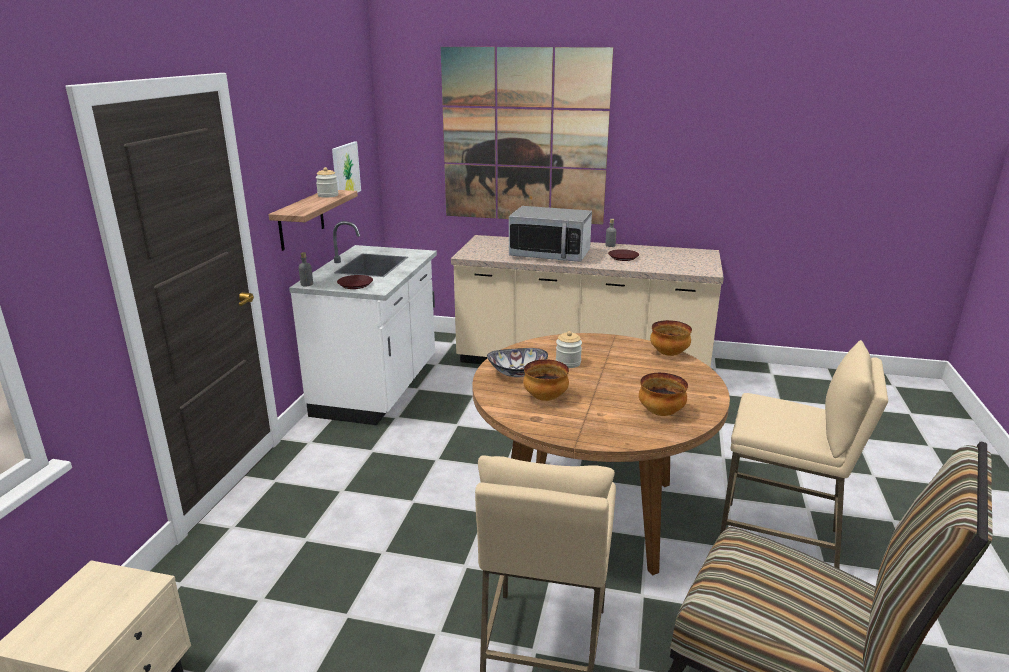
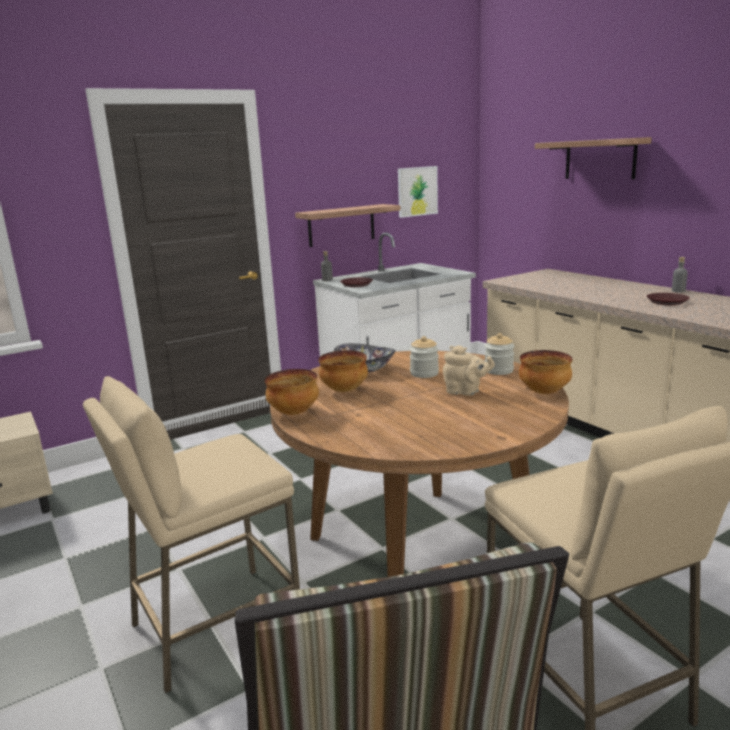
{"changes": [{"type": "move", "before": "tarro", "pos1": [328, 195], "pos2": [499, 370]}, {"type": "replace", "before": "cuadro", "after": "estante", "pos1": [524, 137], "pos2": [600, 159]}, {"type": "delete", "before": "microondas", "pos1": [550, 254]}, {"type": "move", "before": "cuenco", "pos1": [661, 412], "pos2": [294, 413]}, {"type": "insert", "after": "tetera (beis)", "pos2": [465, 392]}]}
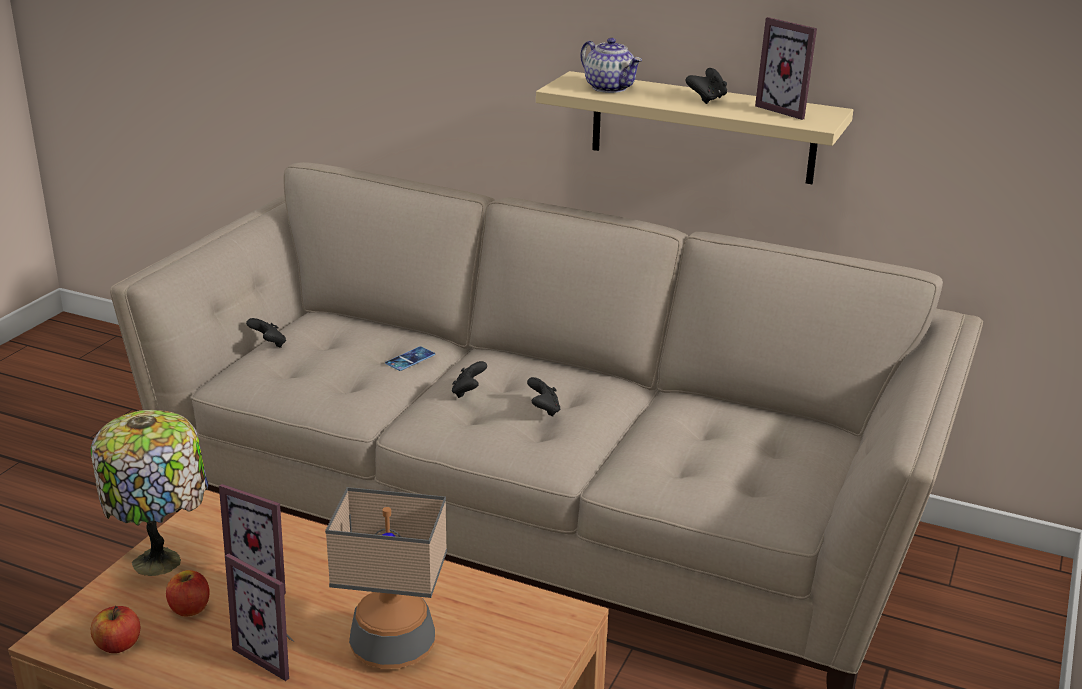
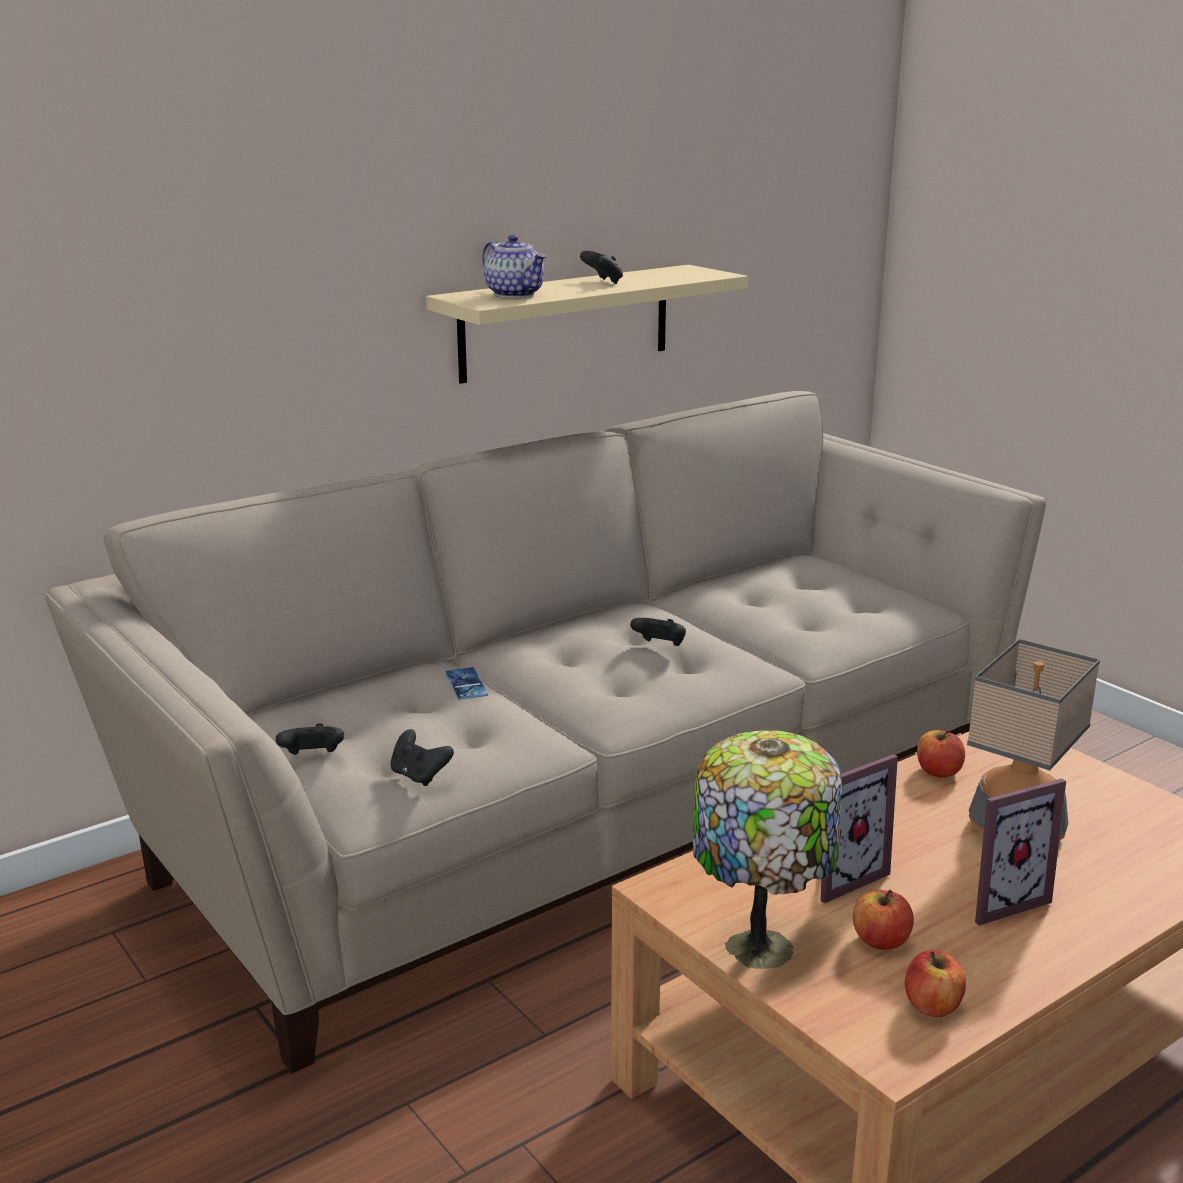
{"changes": [{"type": "move", "before": "mando de consola (negro)", "pos1": [468, 392], "pos2": [419, 776]}, {"type": "rotate", "before": "tetera", "pos1": [610, 88], "pos2": [515, 294], "turn": 60}, {"type": "delete", "before": "portarretratos", "pos1": [788, 110]}, {"type": "insert", "after": "manzana", "pos2": [938, 771]}]}
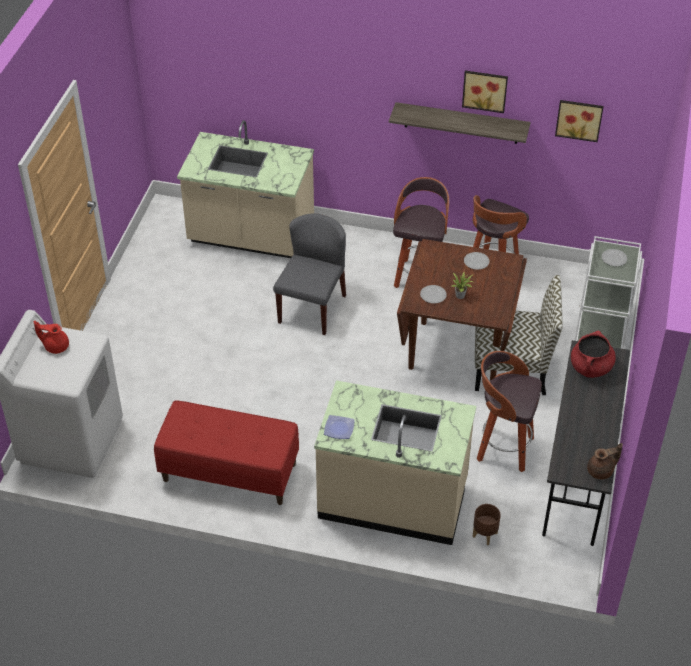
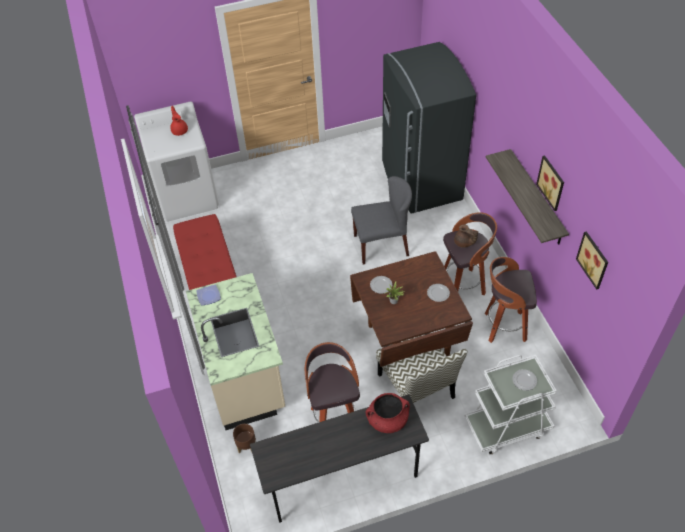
{"changes": [{"type": "replace", "before": "mueble bajo de cocina (beis)", "after": "nevera (gris)", "pos1": [251, 237], "pos2": [419, 181]}, {"type": "move", "before": "tetera (marrón)", "pos1": [601, 471], "pos2": [464, 243]}]}
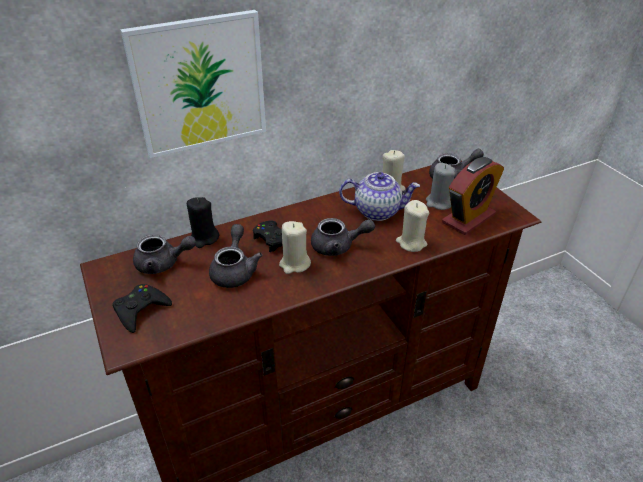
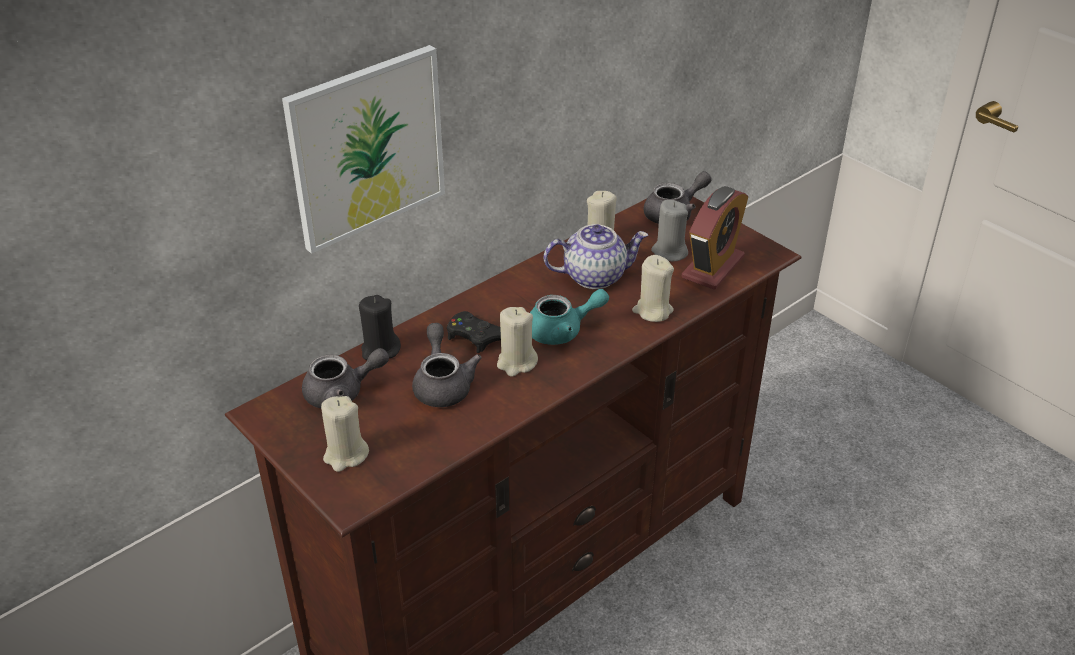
{"changes": [{"type": "replace", "before": "mando de consola (negro)", "after": "vela (beis)", "pos1": [141, 310], "pos2": [345, 455]}, {"type": "recolor", "before": "tetera (gris)", "after": "tetera (turquesa)", "pos1": [338, 246], "pos2": [563, 331]}]}
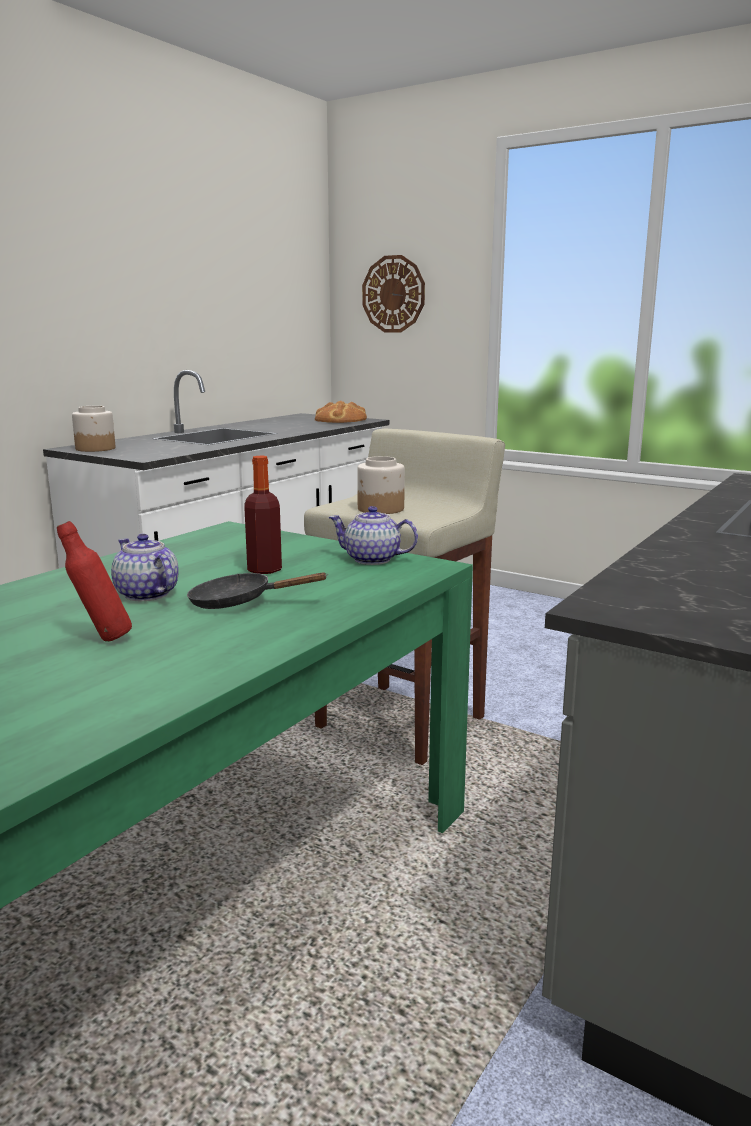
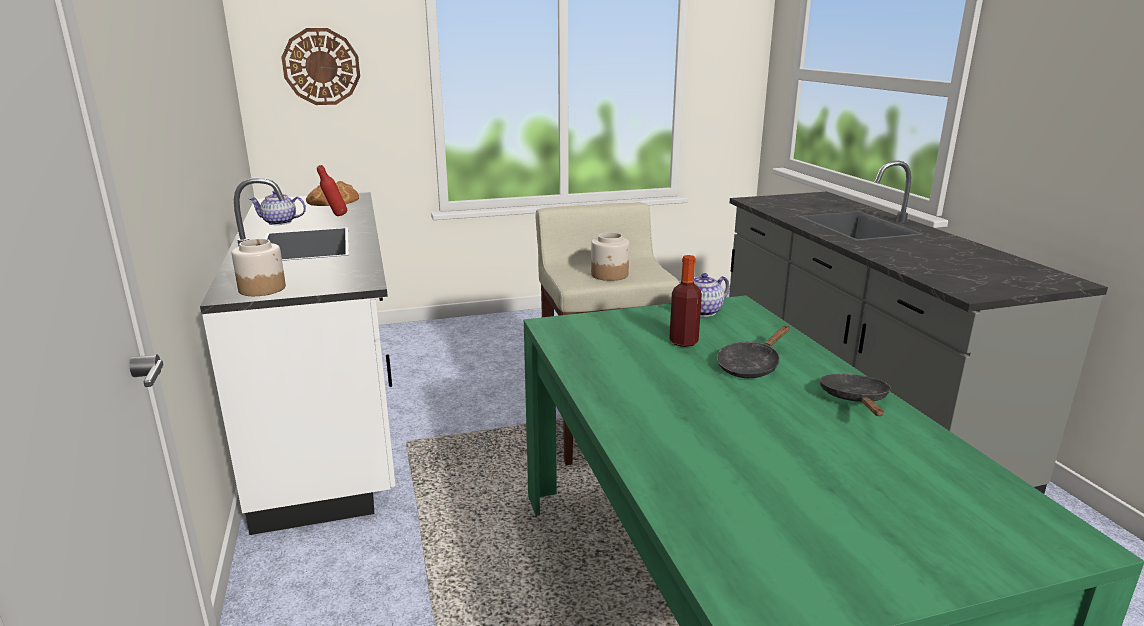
{"changes": [{"type": "move", "before": "botella (rojo)", "pos1": [101, 639], "pos2": [335, 216]}, {"type": "move", "before": "tetera", "pos1": [146, 595], "pos2": [280, 222]}, {"type": "insert", "after": "sartén (negro)", "pos2": [855, 400]}]}
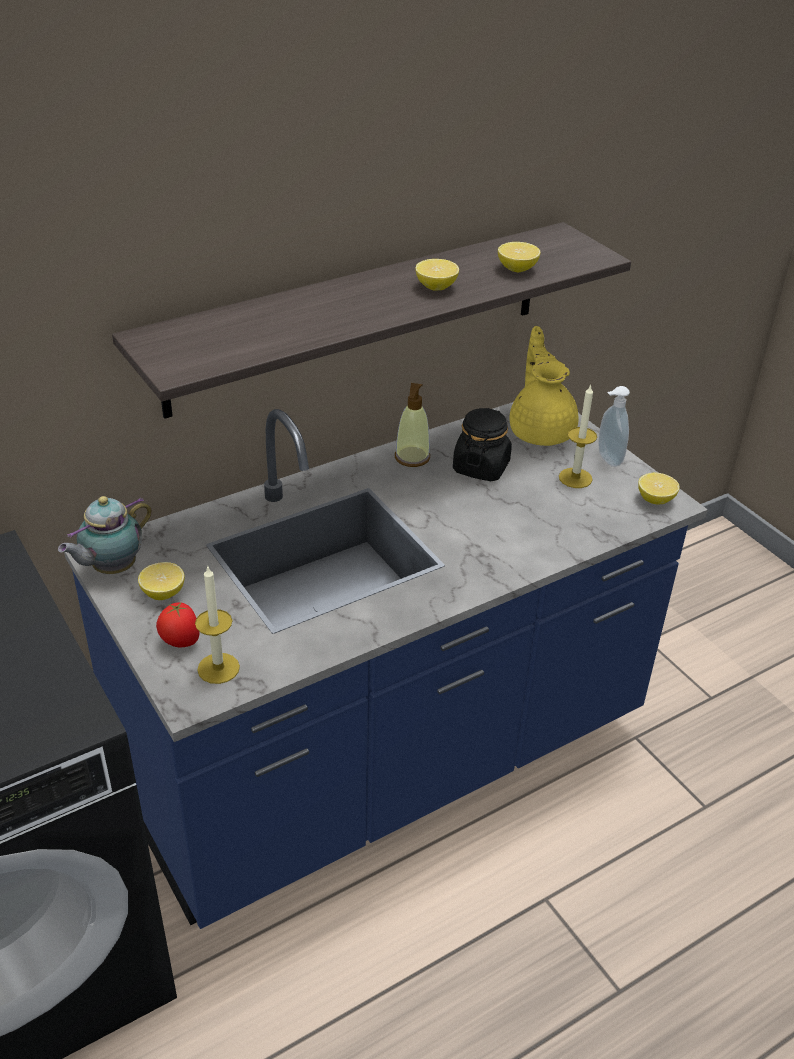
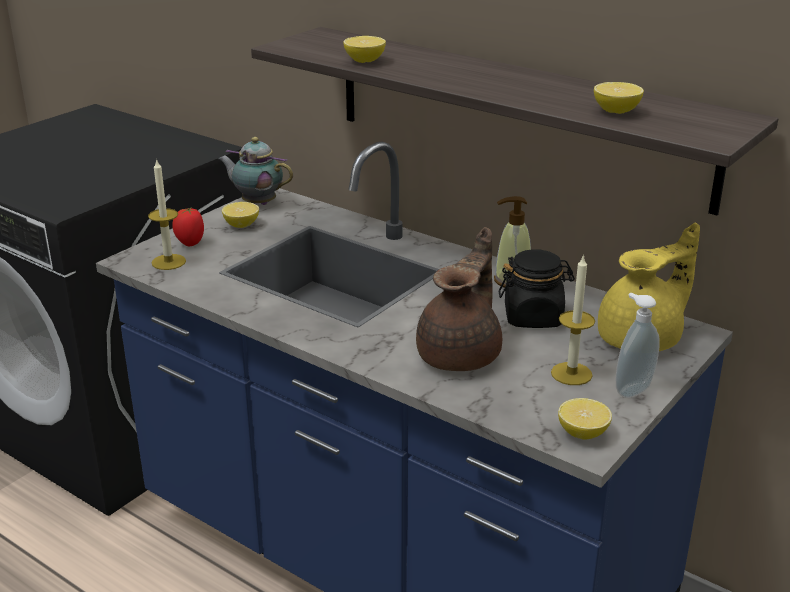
{"changes": [{"type": "move", "before": "limón", "pos1": [436, 287], "pos2": [364, 61]}, {"type": "insert", "after": "tetera (marrón)", "pos2": [461, 354]}]}
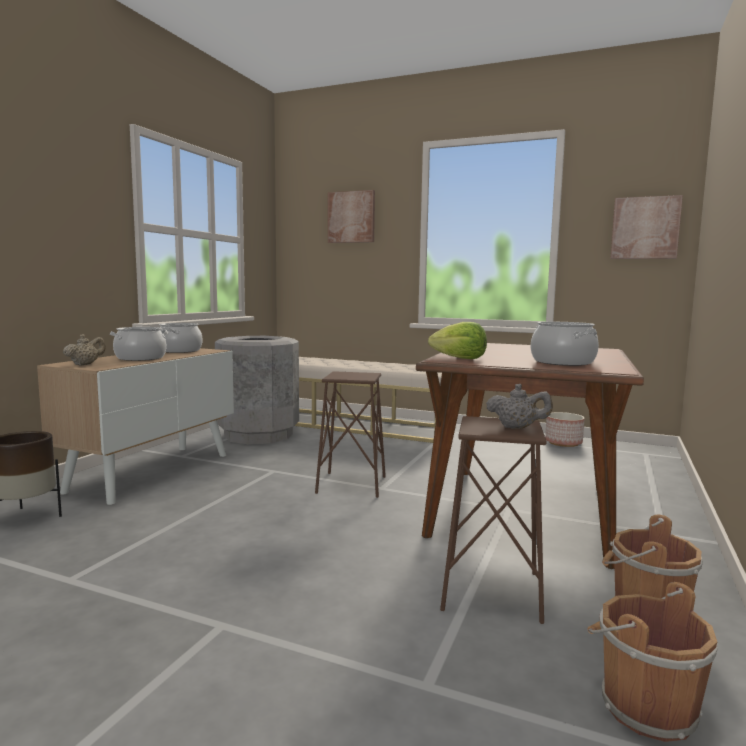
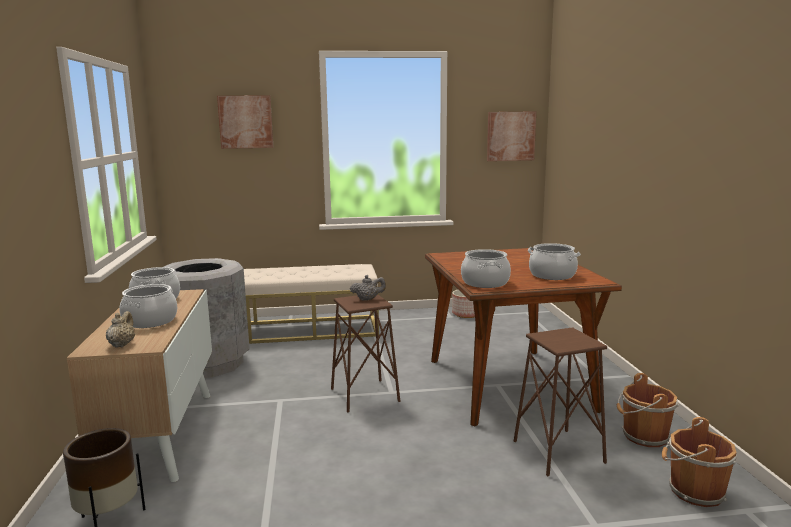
{"changes": [{"type": "replace", "before": "lechuga", "after": "olla", "pos1": [459, 358], "pos2": [485, 283]}, {"type": "move", "before": "tetera (gris)", "pos1": [517, 428], "pos2": [368, 299]}]}
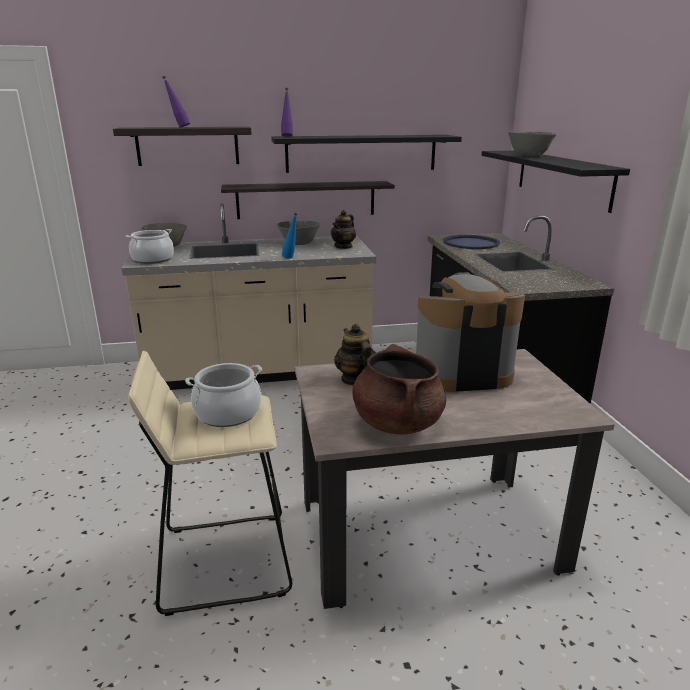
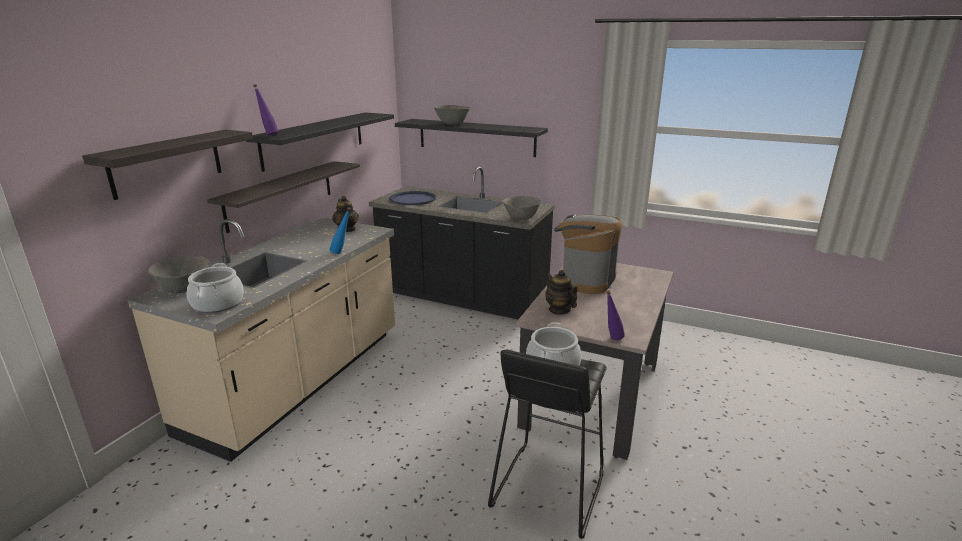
{"changes": [{"type": "recolor", "before": "taburete (beis)", "after": "taburete (negro)", "pos1": [224, 560], "pos2": [547, 489]}, {"type": "move", "before": "botella (morado)", "pos1": [178, 127], "pos2": [611, 340]}, {"type": "move", "before": "cuenco (gris)", "pos1": [299, 244], "pos2": [521, 218]}, {"type": "rotate", "before": "tetera", "pos1": [355, 379], "pos2": [559, 310], "turn": 45}, {"type": "delete", "before": "olla (marrón)", "pos1": [397, 423]}]}
